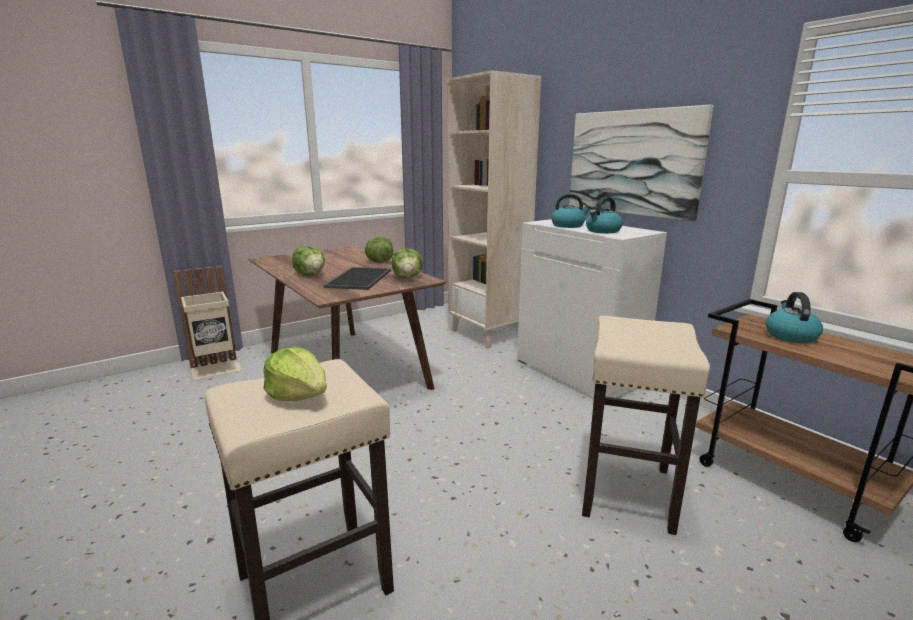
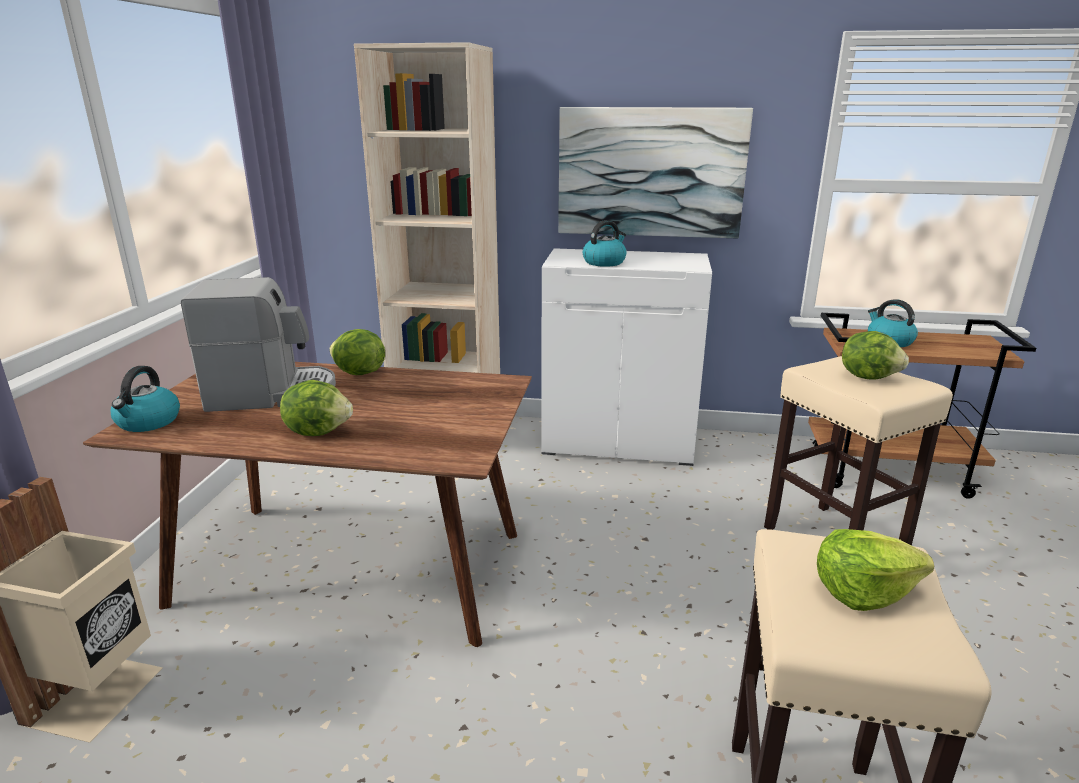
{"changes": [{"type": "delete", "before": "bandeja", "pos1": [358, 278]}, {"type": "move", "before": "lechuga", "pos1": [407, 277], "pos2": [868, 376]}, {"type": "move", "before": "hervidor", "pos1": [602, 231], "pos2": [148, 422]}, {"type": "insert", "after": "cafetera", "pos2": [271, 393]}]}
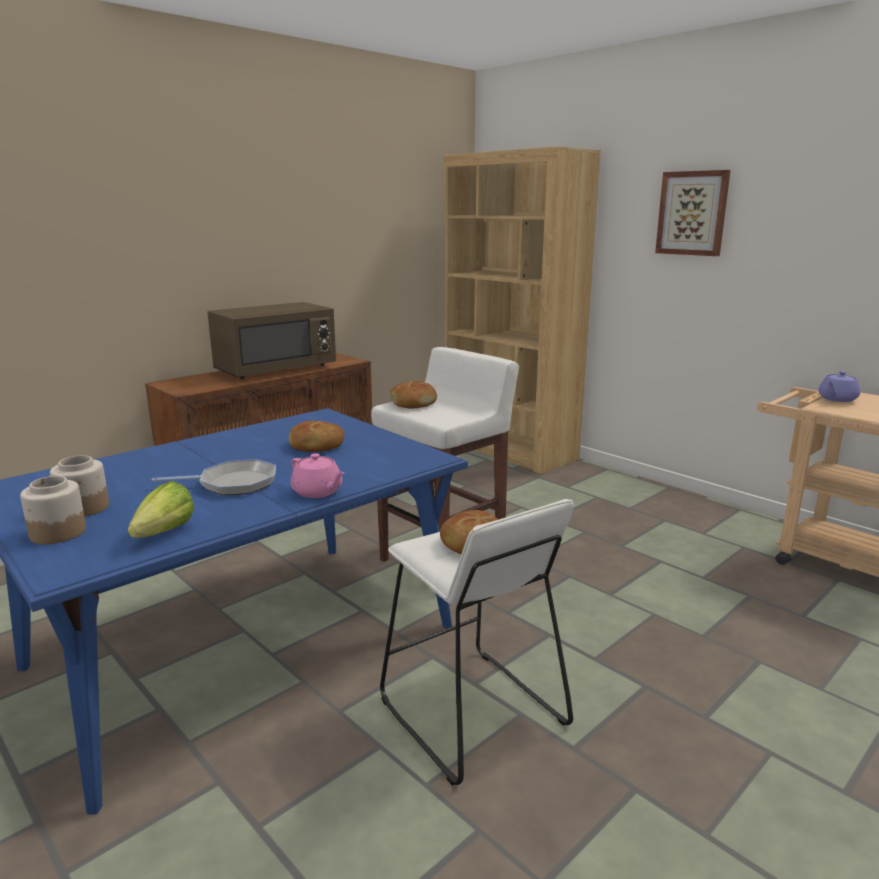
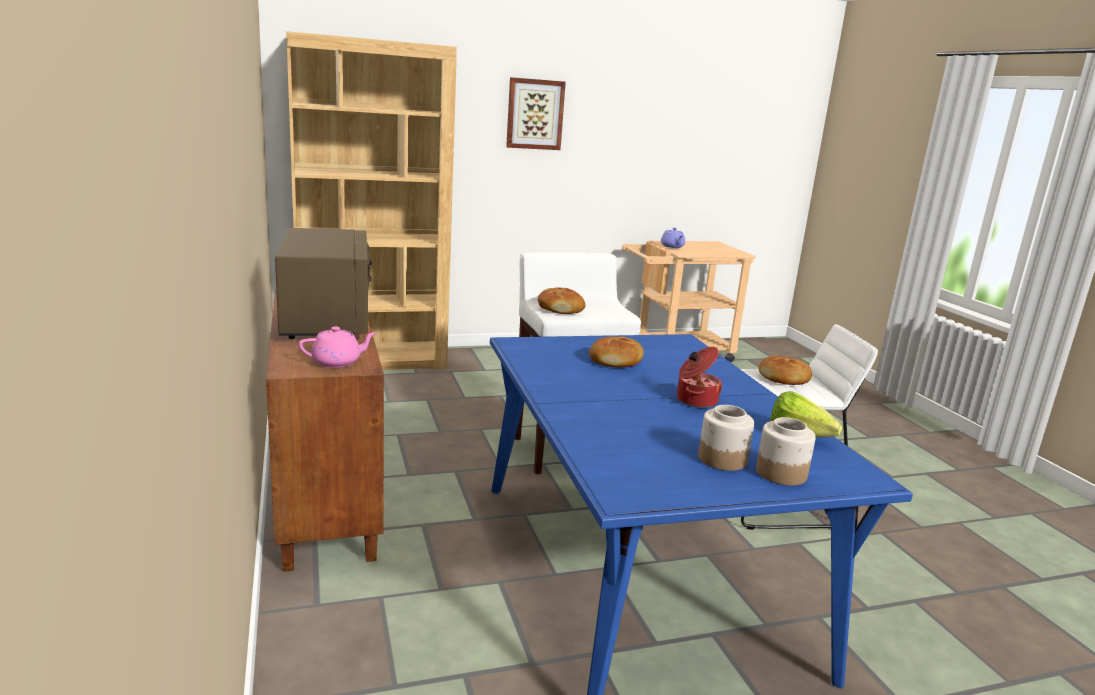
{"changes": [{"type": "replace", "before": "sartén", "after": "olla", "pos1": [233, 484], "pos2": [695, 400]}, {"type": "move", "before": "tetera (rosa)", "pos1": [318, 492], "pos2": [338, 362]}]}
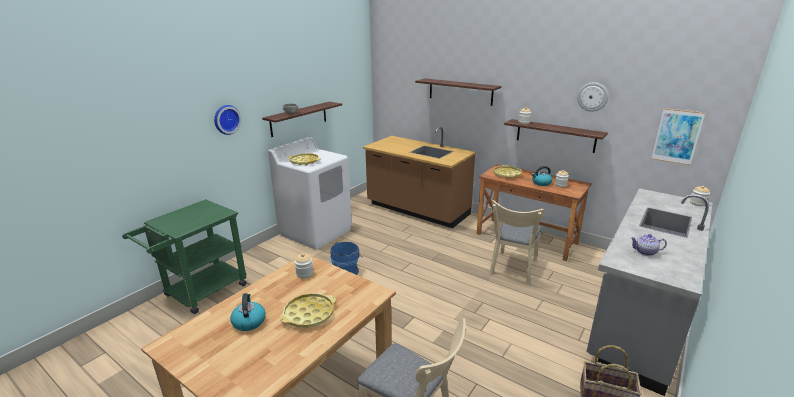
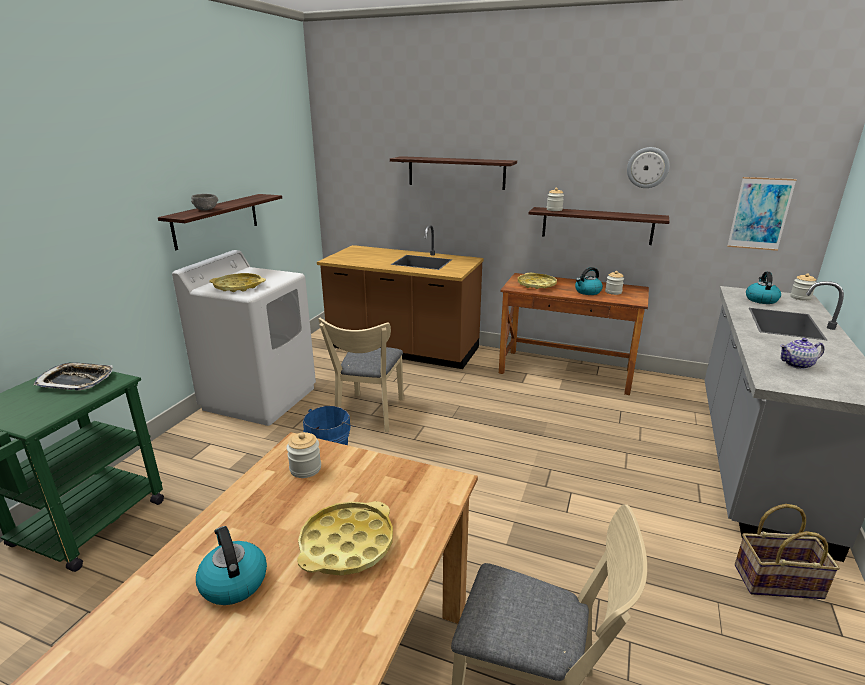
{"changes": [{"type": "delete", "before": "reloj de pared", "pos1": [226, 119]}, {"type": "move", "before": "silla (beis)", "pos1": [512, 269], "pos2": [369, 415]}, {"type": "insert", "after": "bandeja", "pos2": [76, 381]}, {"type": "insert", "after": "hervidor", "pos2": [761, 299]}]}
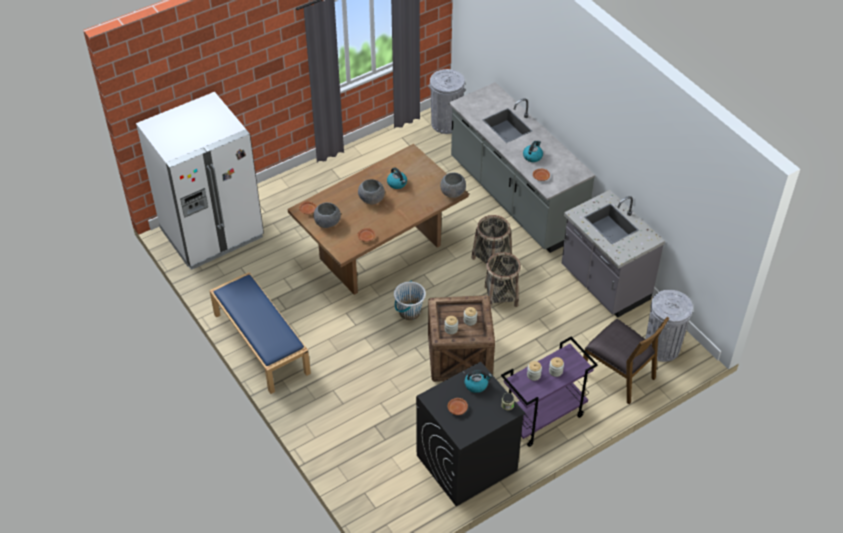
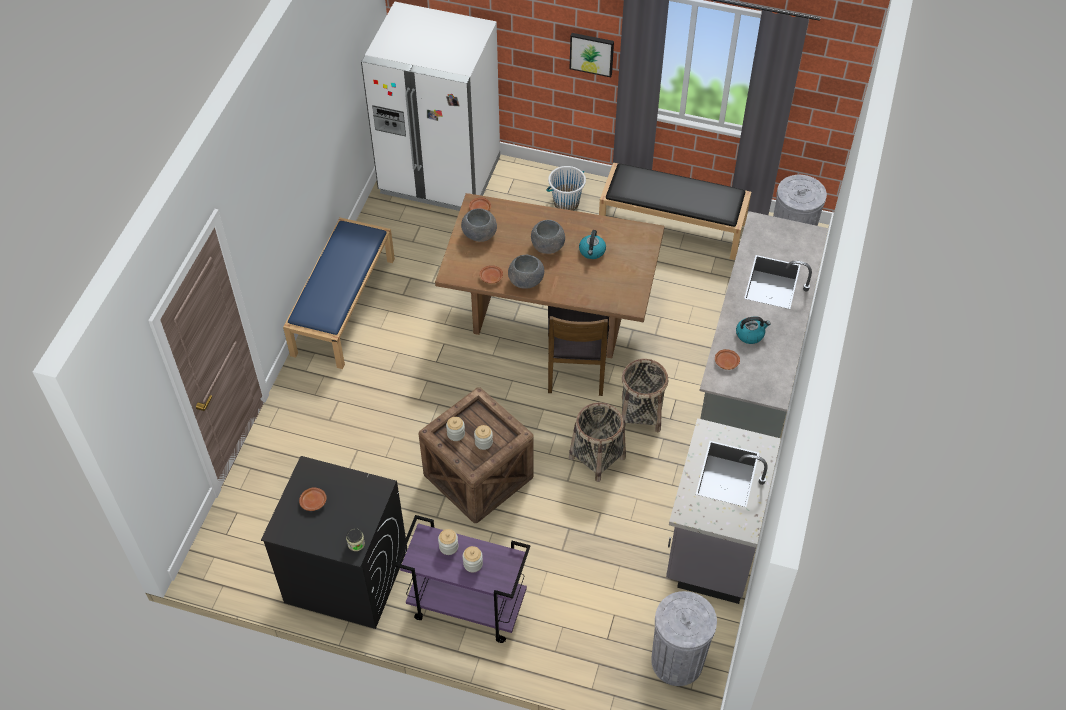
{"changes": [{"type": "move", "before": "cubo (blanco)", "pos1": [409, 312], "pos2": [566, 203]}, {"type": "move", "before": "cuenco (gris)", "pos1": [452, 192], "pos2": [525, 281]}, {"type": "delete", "before": "hervidor", "pos1": [476, 385]}, {"type": "move", "before": "silla (marrón)", "pos1": [619, 374], "pos2": [576, 364]}, {"type": "insert", "after": "cuadro", "pos2": [592, 53]}, {"type": "insert", "after": "banco (negro)", "pos2": [673, 225]}]}
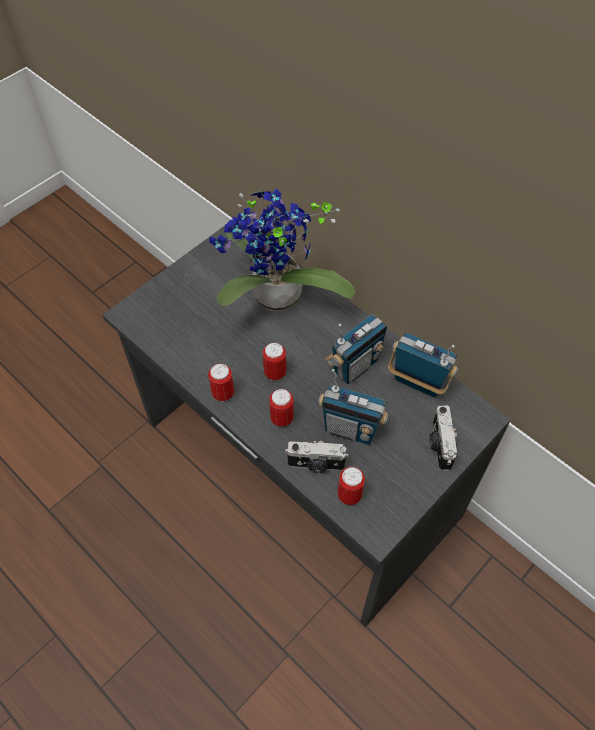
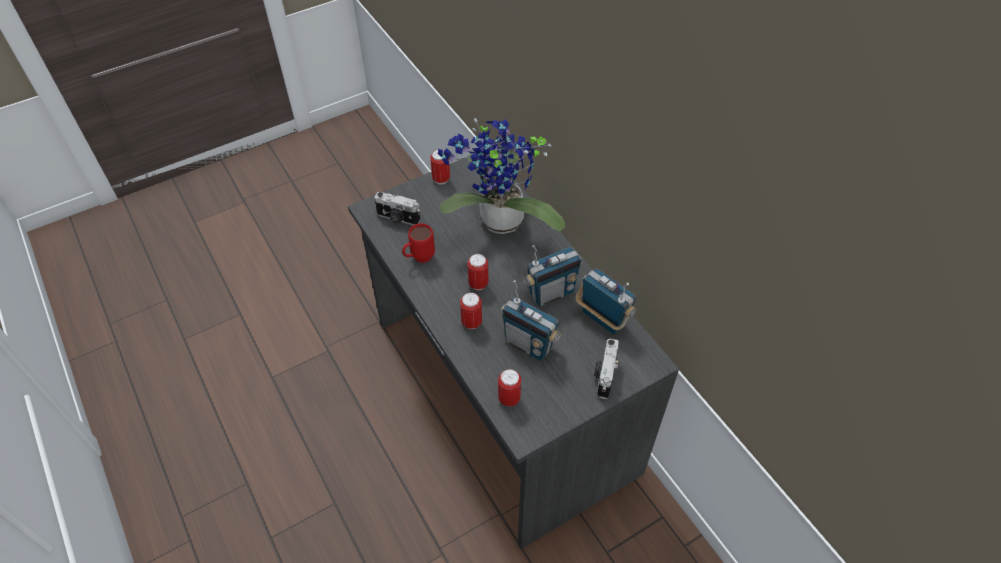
{"changes": [{"type": "move", "before": "lata", "pos1": [223, 393], "pos2": [441, 179]}, {"type": "move", "before": "cámara", "pos1": [316, 465], "pos2": [398, 218]}, {"type": "insert", "after": "taza grande (rojo)", "pos2": [419, 258]}]}
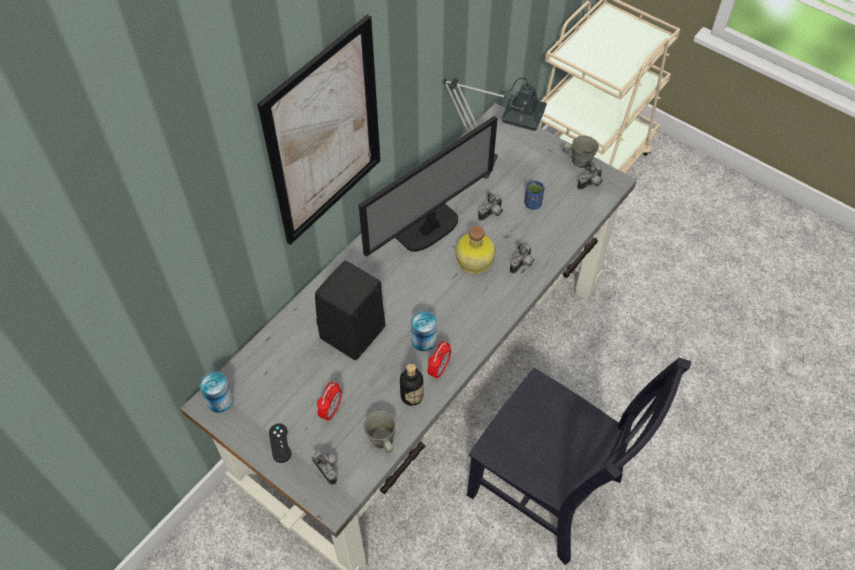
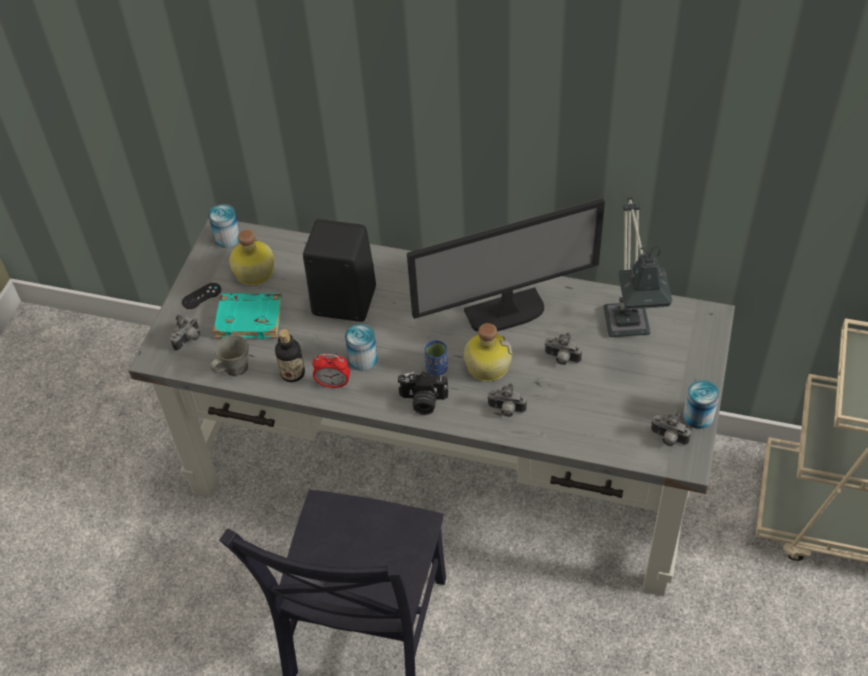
{"changes": [{"type": "delete", "before": "cuadro", "pos1": [324, 135]}, {"type": "replace", "before": "despertador", "after": "libro (turquesa)", "pos1": [331, 410], "pos2": [250, 318]}, {"type": "rotate", "before": "monitor", "pos1": [429, 230], "pos2": [506, 313], "turn": -45}, {"type": "move", "before": "taza (azul)", "pos1": [533, 204], "pos2": [437, 368]}, {"type": "replace", "before": "taza grande (gris)", "after": "lata", "pos1": [579, 161], "pos2": [698, 416]}, {"type": "insert", "after": "botella", "pos2": [253, 272]}, {"type": "insert", "after": "cámara", "pos2": [422, 401]}]}
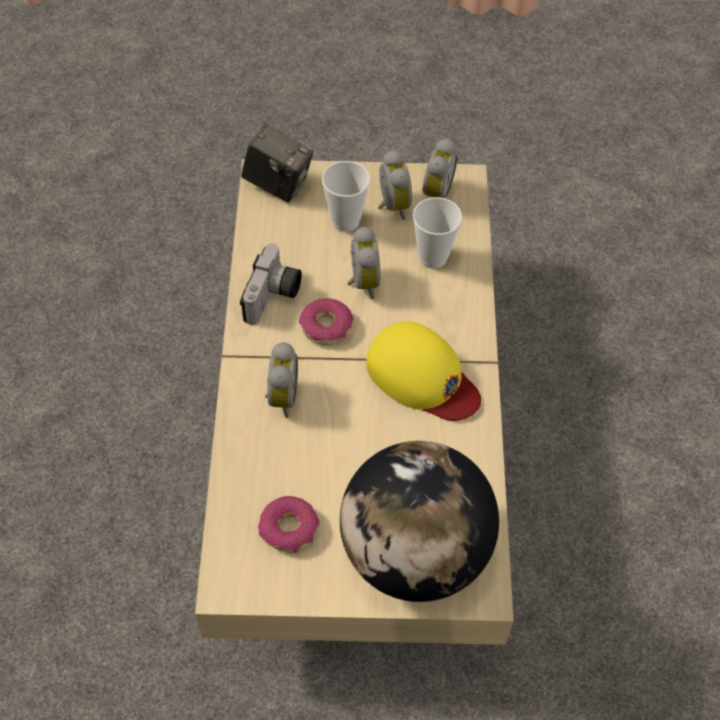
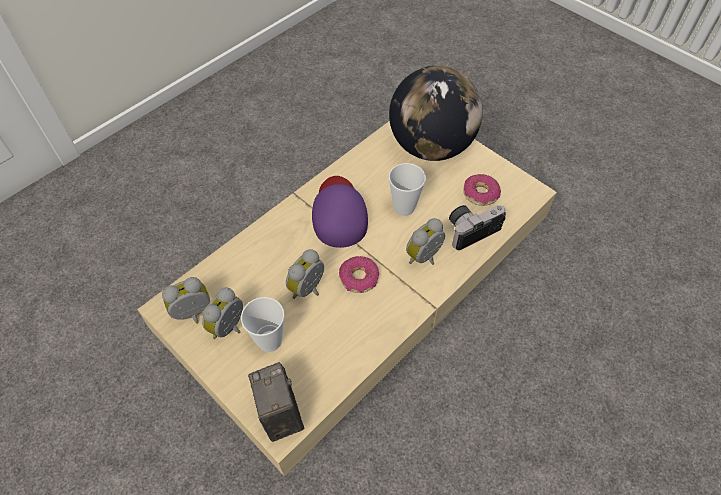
{"changes": [{"type": "move", "before": "cámara", "pos1": [274, 297], "pos2": [471, 229]}, {"type": "recolor", "before": "gorra (amarillo)", "after": "gorra (morado)", "pos1": [422, 377], "pos2": [339, 213]}, {"type": "move", "before": "taza", "pos1": [433, 257], "pos2": [404, 207]}]}
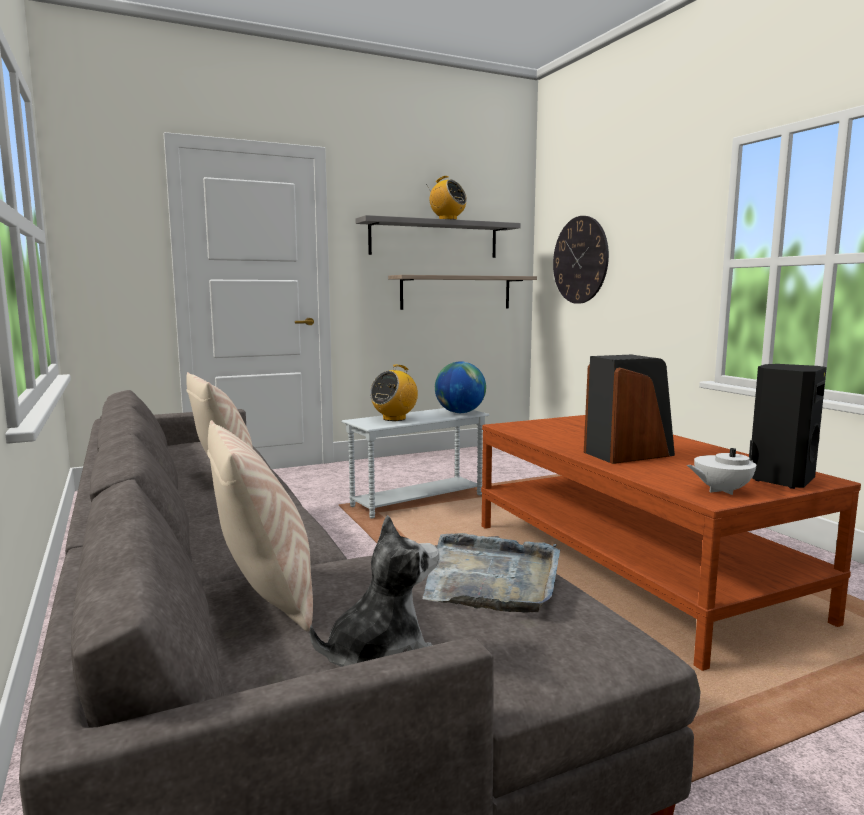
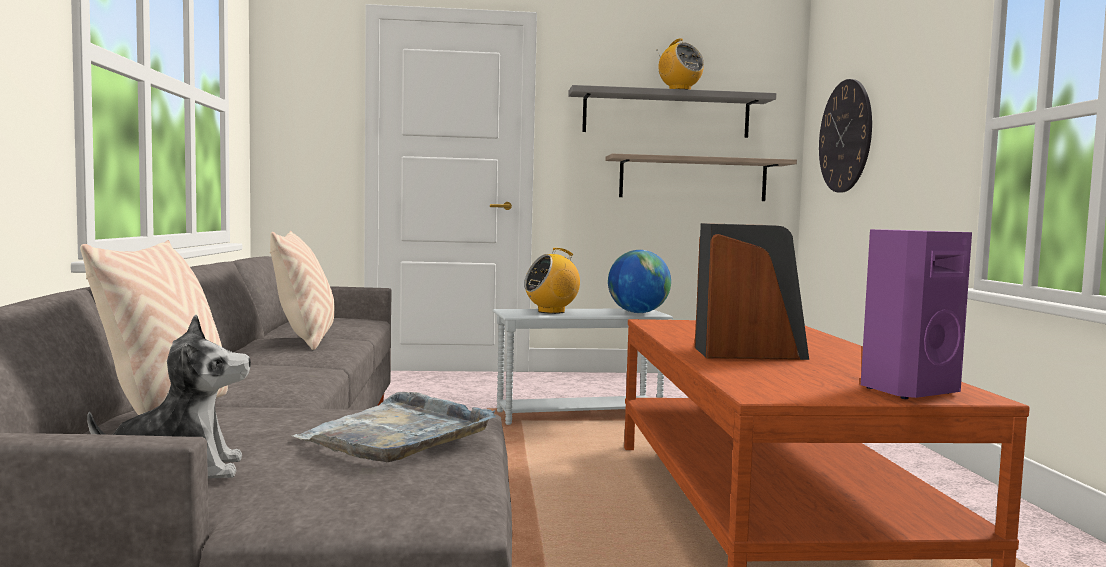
{"changes": [{"type": "delete", "before": "tetera (blanco)", "pos1": [721, 490]}, {"type": "recolor", "before": "altavoz (negro)", "after": "altavoz (morado)", "pos1": [780, 480], "pos2": [905, 391]}]}
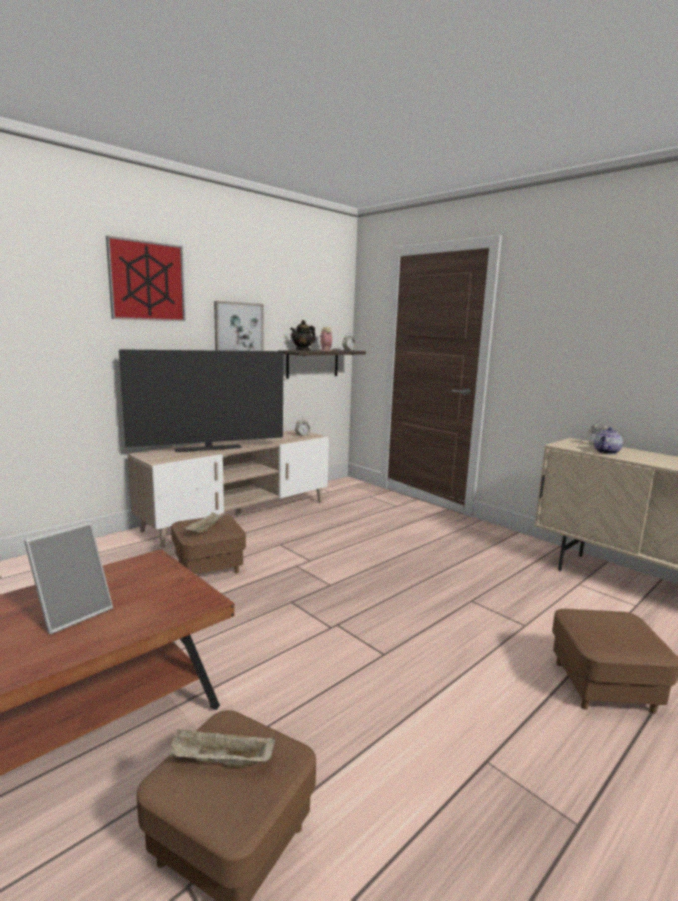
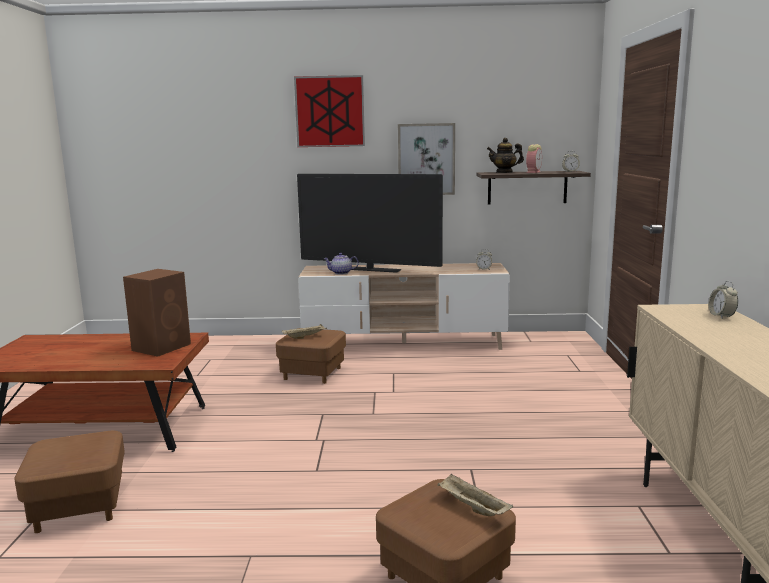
{"changes": [{"type": "delete", "before": "portarretratos", "pos1": [73, 613]}, {"type": "move", "before": "bandeja (beis)", "pos1": [220, 762], "pos2": [472, 507]}, {"type": "move", "before": "tetera", "pos1": [607, 452], "pos2": [341, 273]}, {"type": "insert", "after": "altavoz (marrón)", "pos2": [162, 347]}]}
